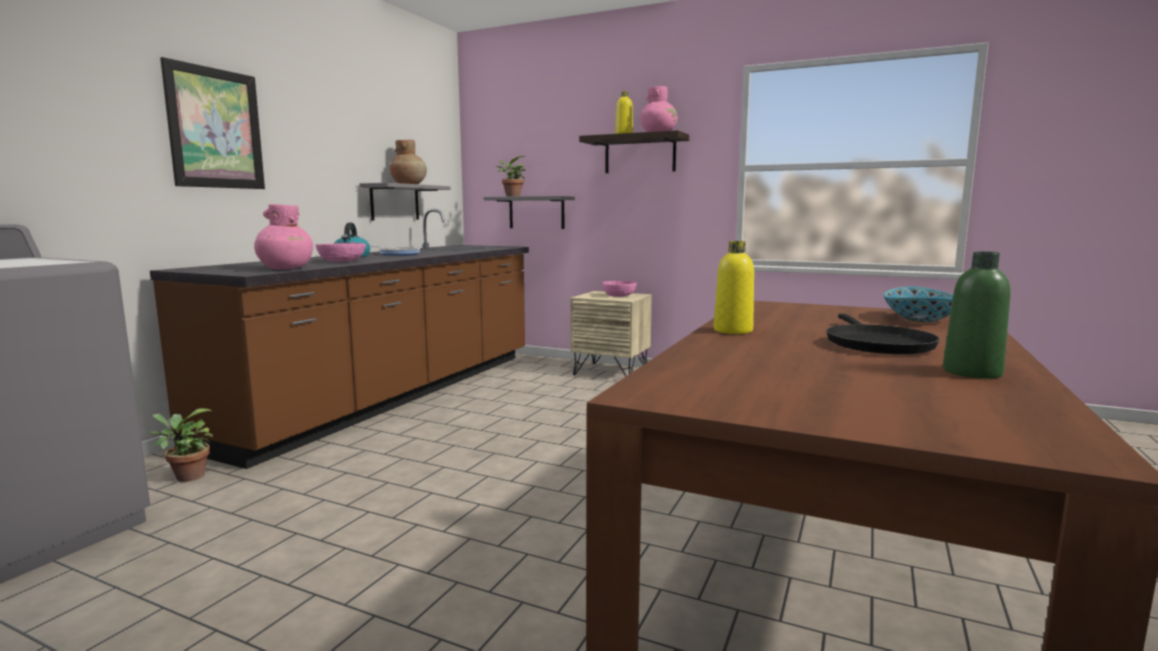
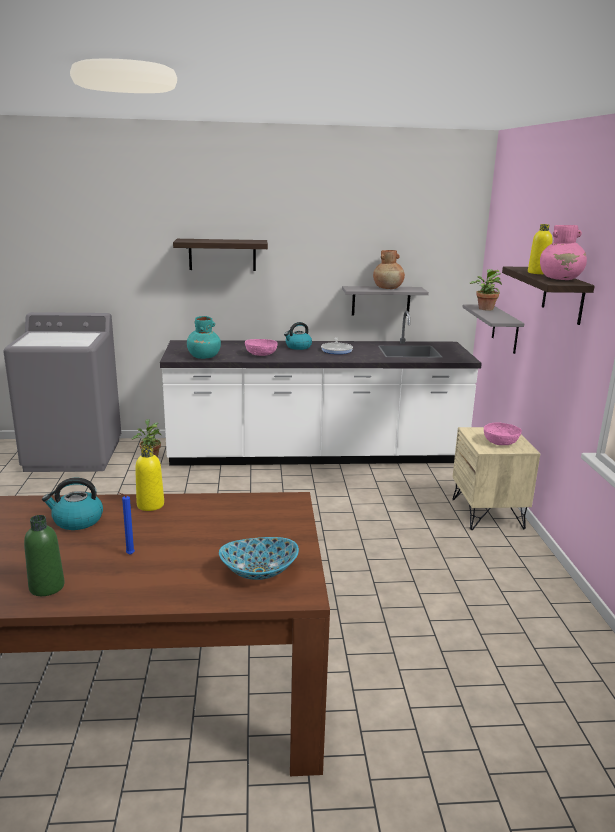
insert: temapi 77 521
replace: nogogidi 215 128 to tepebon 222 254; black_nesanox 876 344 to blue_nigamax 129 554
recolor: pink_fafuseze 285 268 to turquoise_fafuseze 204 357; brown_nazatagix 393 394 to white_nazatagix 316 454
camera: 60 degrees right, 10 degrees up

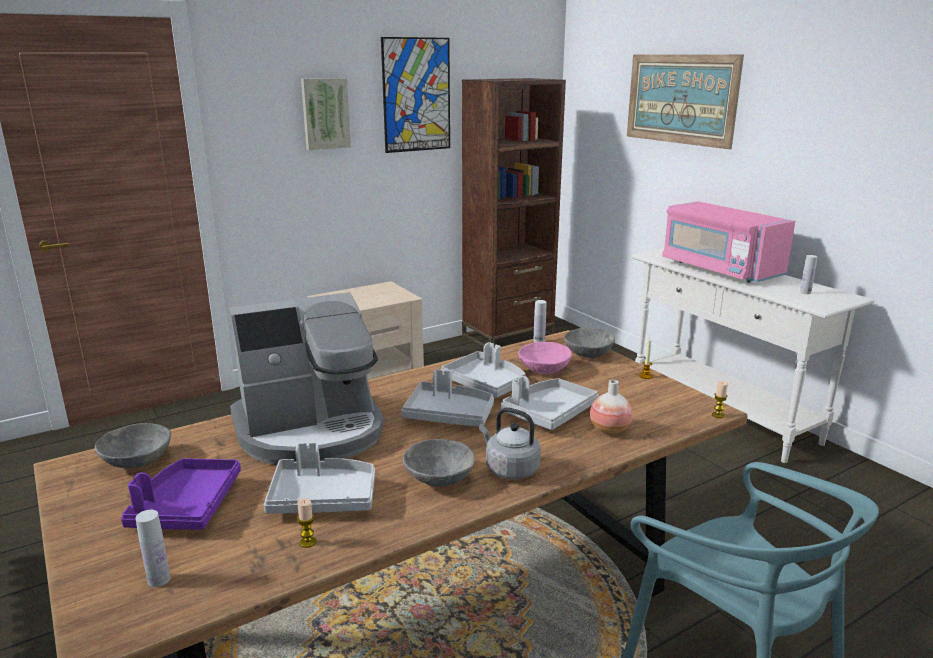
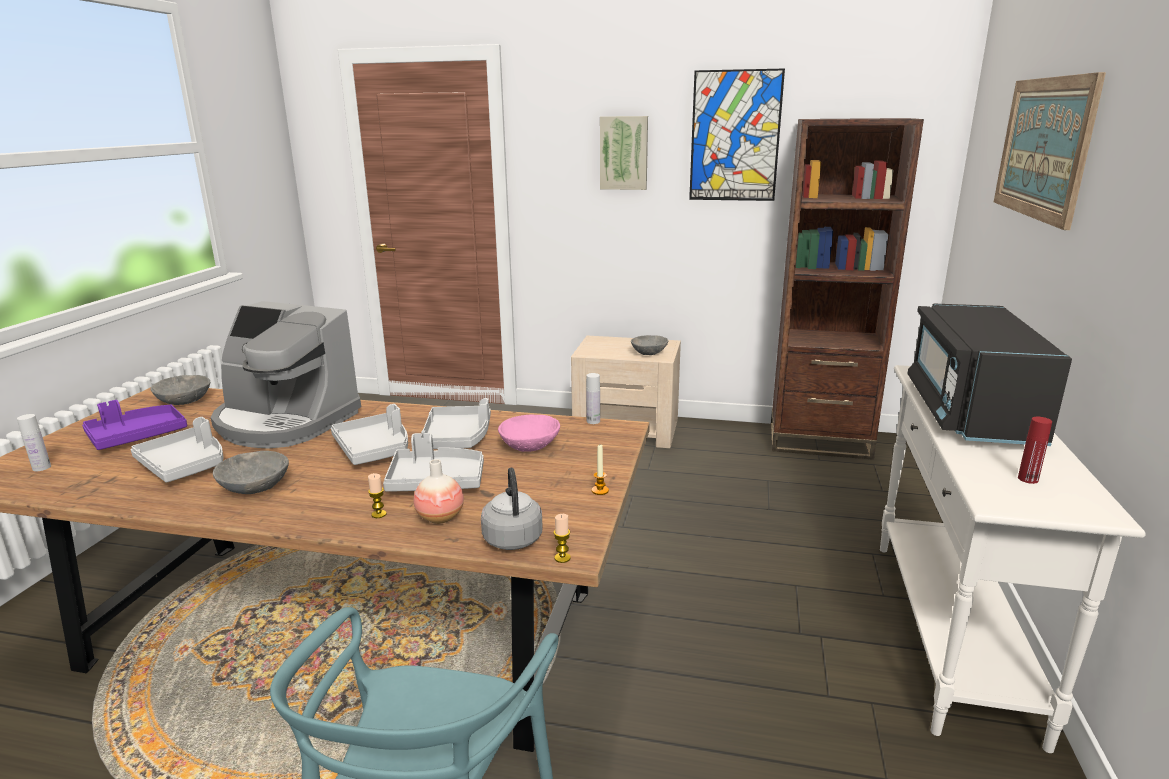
move: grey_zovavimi 588 354 to 649 353; grey_temapi 509 469 to 512 537; nigamax 308 542 to 379 514
recolor: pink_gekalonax 718 269 to black_gekalonax 970 412; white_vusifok 805 292 to red_vusifok 1028 479
camera: 45 degrees right, 0 degrees up

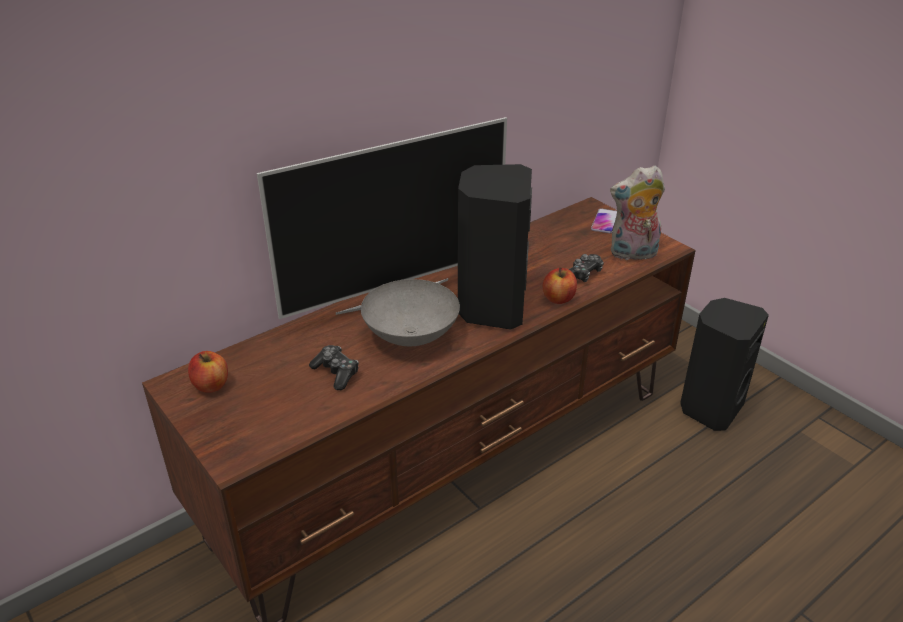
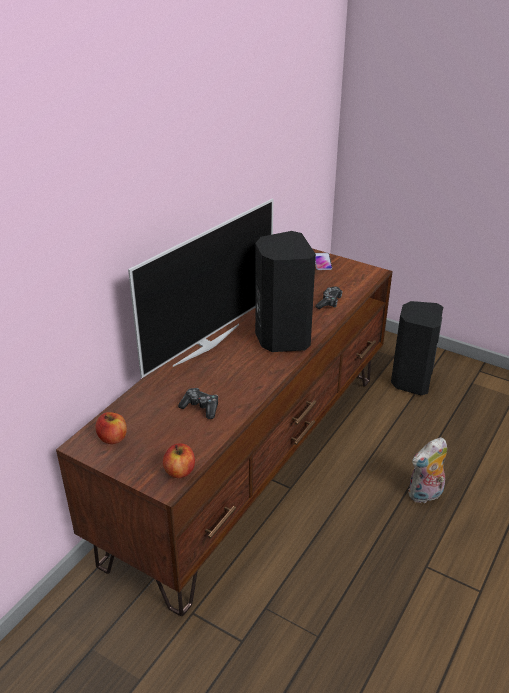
delete: grey_zovavimi 412 337
move: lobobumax 632 254 to 425 495; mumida 558 298 to 180 471
camera: 20 degrees left, 0 degrees up

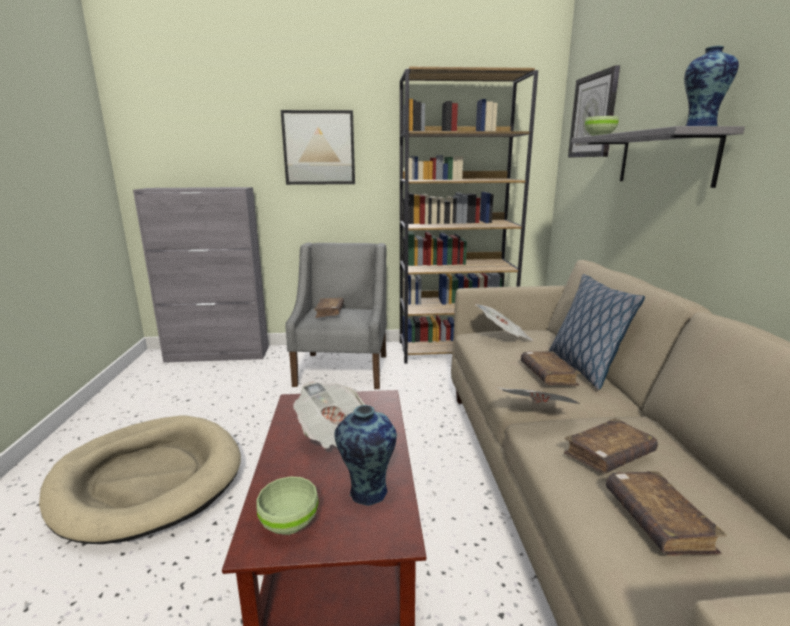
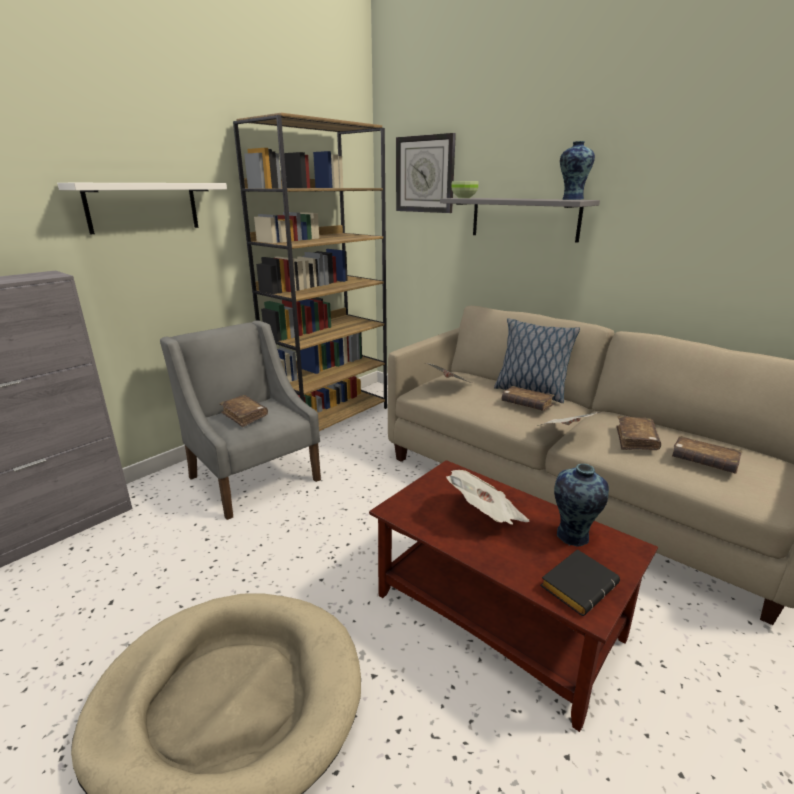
replace: nogogidi 319 148 to white_tepebon 143 207; green_zovavimi 290 523 to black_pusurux 578 585
camera: 45 degrees left, 5 degrees up

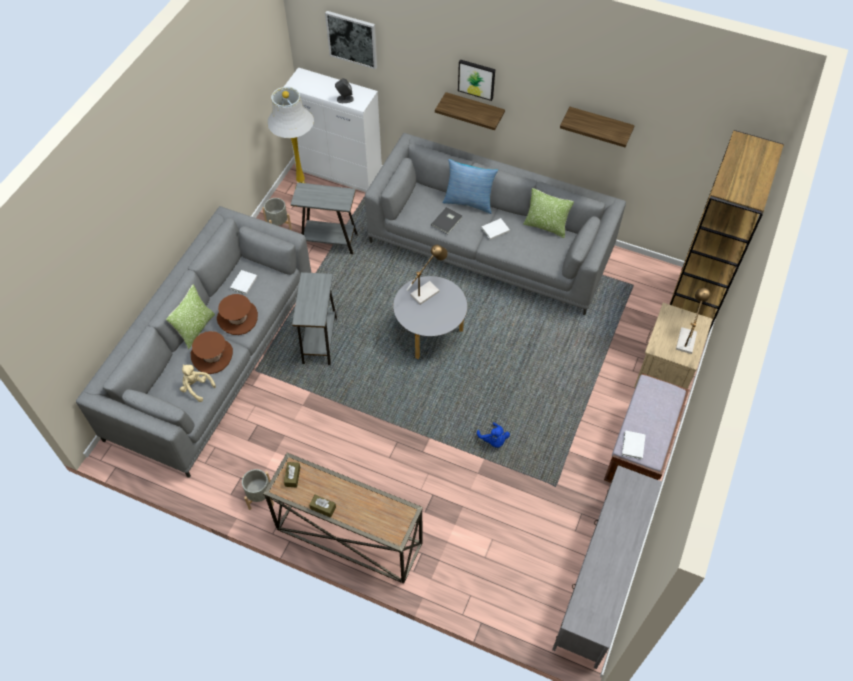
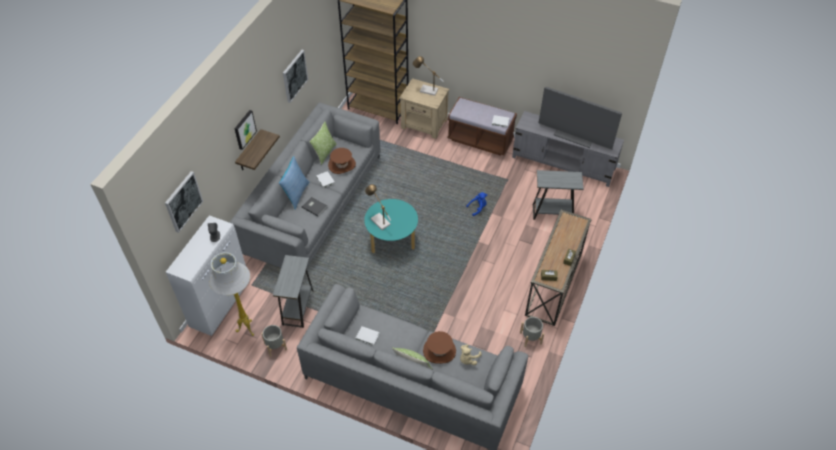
insert: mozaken 575 135
move: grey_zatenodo 320 340 to 552 213; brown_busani 238 318 to 342 165
replace: tepebon 599 125 to nogogidi 294 76
recolor: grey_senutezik 430 333 to turquoise_senutezik 392 241
camera: 90 degrees left, 5 degrees down

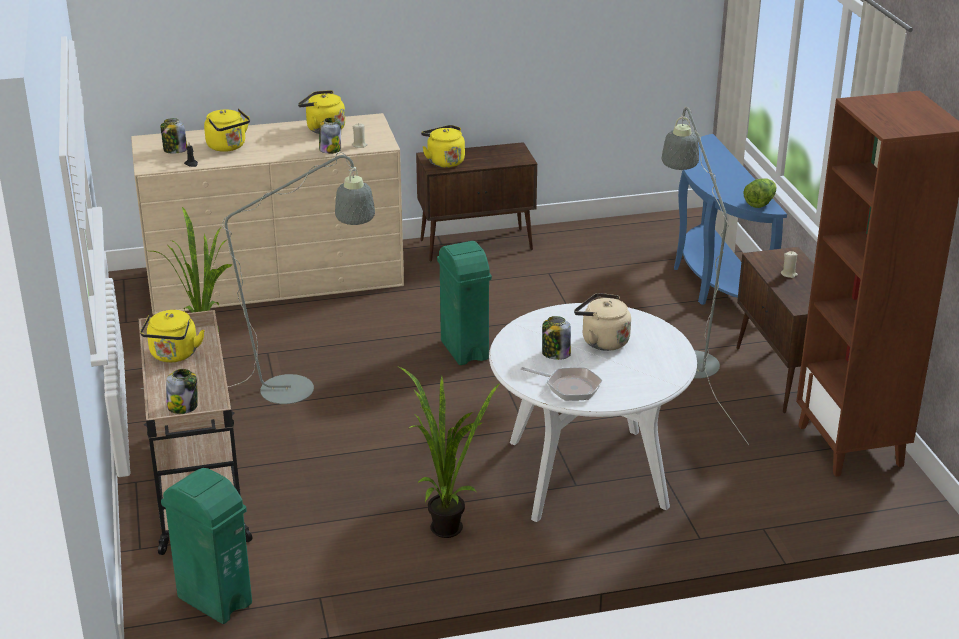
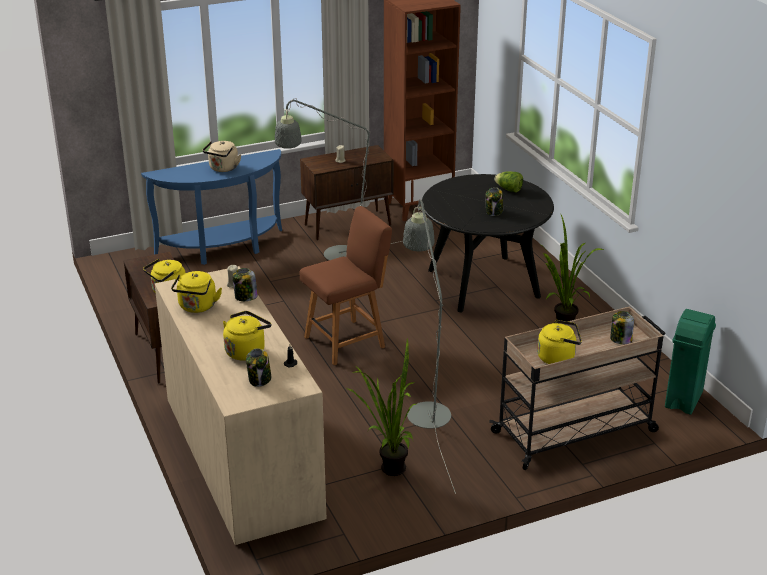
delete: nesanox 569 387
move: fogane 760 203 to 508 190; beige_temapi 602 341 to 223 169
replace: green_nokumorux 464 350 to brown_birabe 347 341
recolor: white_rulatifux 587 473 to black_rulatifux 483 283
camera: 100 degrees left, 0 degrees up

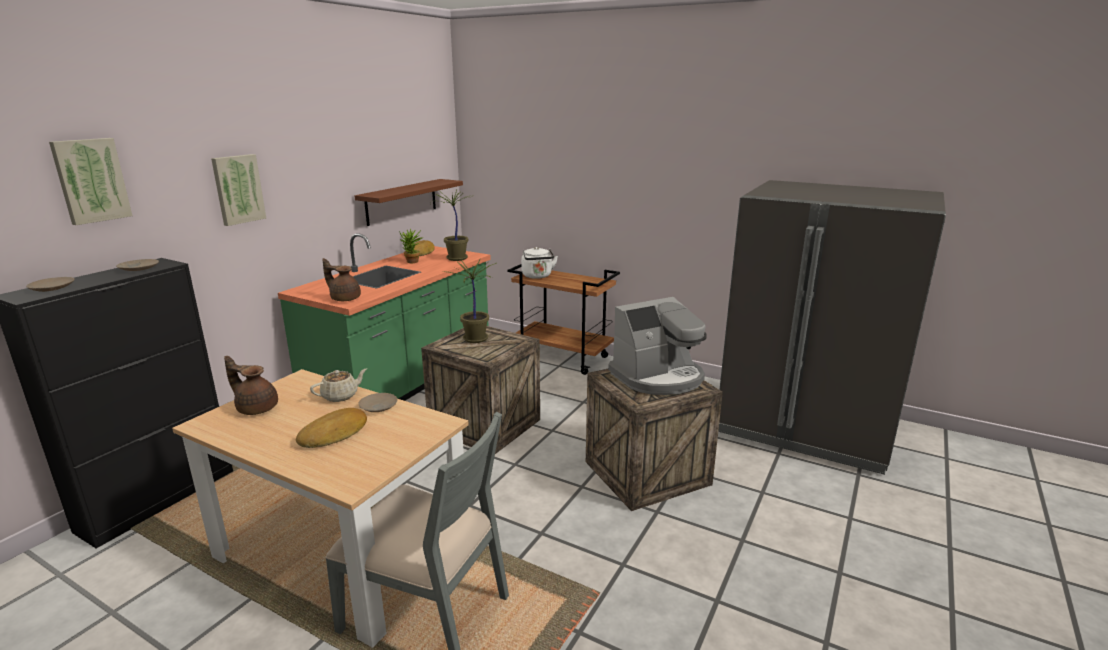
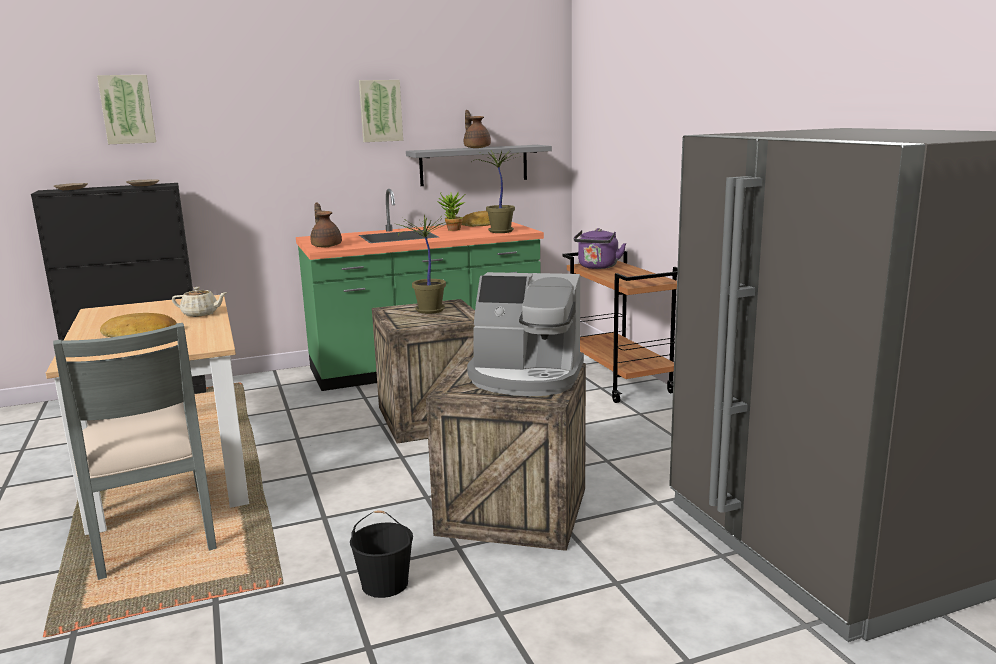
delete: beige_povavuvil 378 407
insert: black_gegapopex 386 583
move: nogogidi 238 189 to 380 111; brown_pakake 256 408 to 476 148
recolor: brown_tepebon 401 201 to grey_tepebon 474 165; white_temapi 537 276 to purple_temapi 597 267
camera: 40 degrees right, 5 degrees down

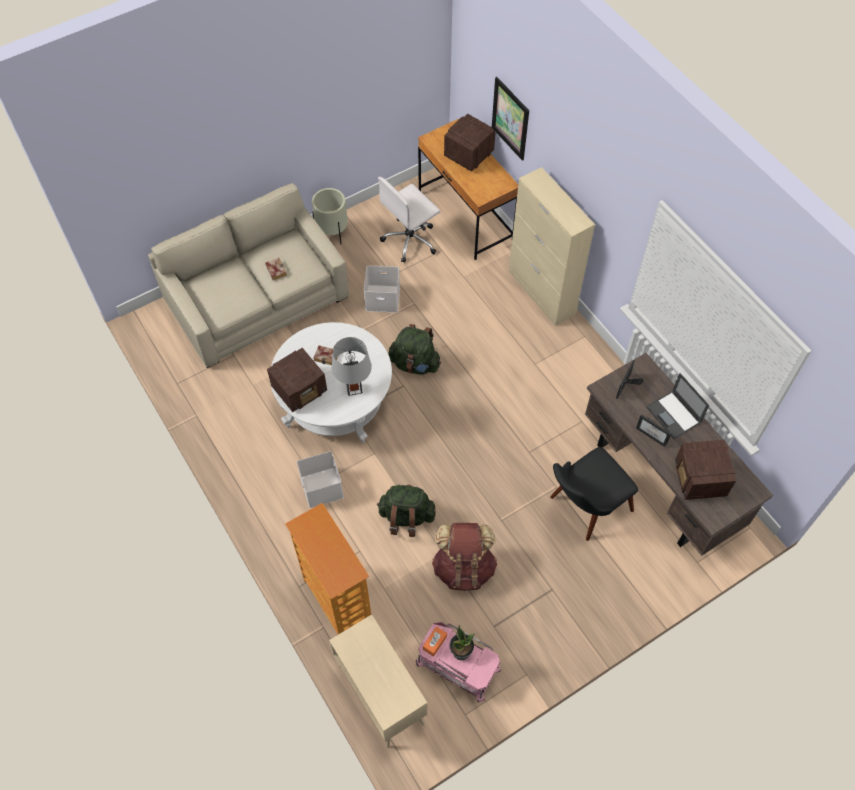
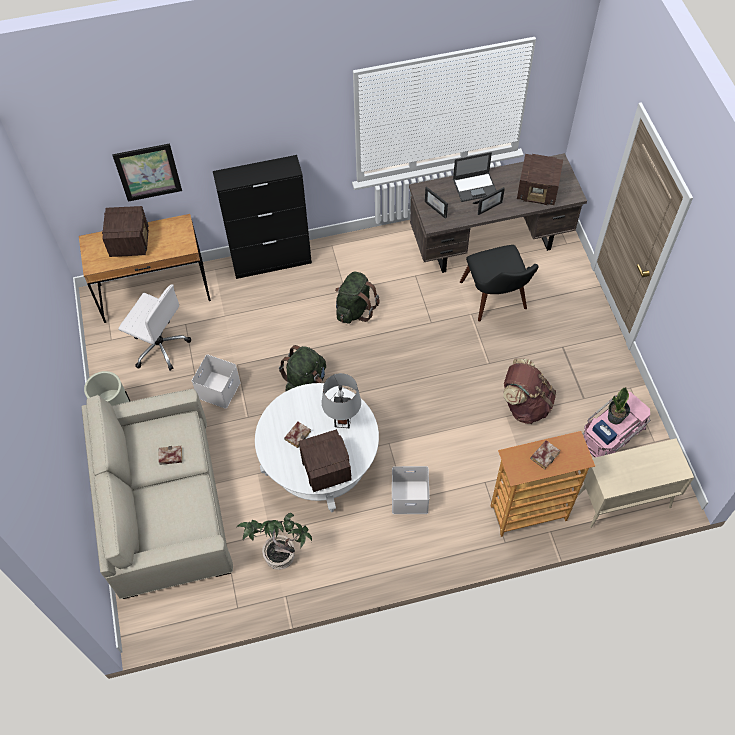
insert: pusurux 544 454; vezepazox 280 554
move: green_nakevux 406 517 to 354 309
recolor: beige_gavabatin 541 293 to black_gavabatin 272 261; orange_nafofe 435 643 to blue_nafofe 603 434
rotate: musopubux 468 155 = 130 241 150 degrees counterclockwise; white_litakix 410 240 = 160 346 45 degrees counterclockwise
camera: 70 degrees left, 0 degrees up

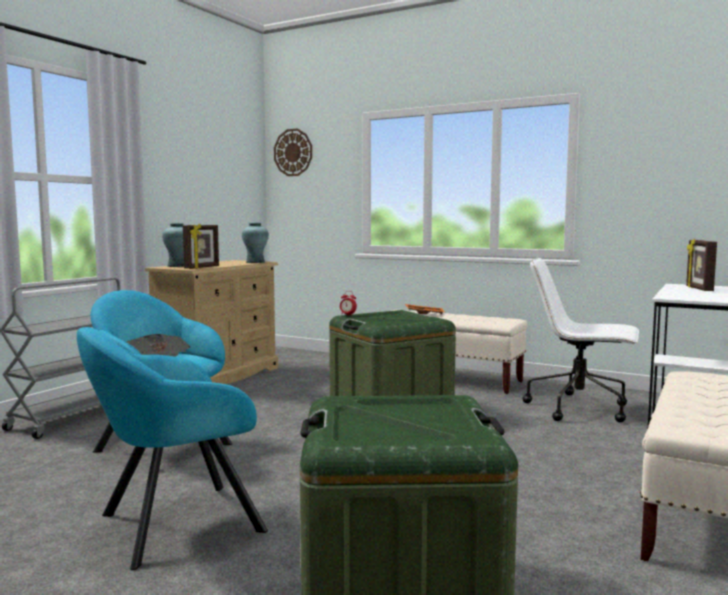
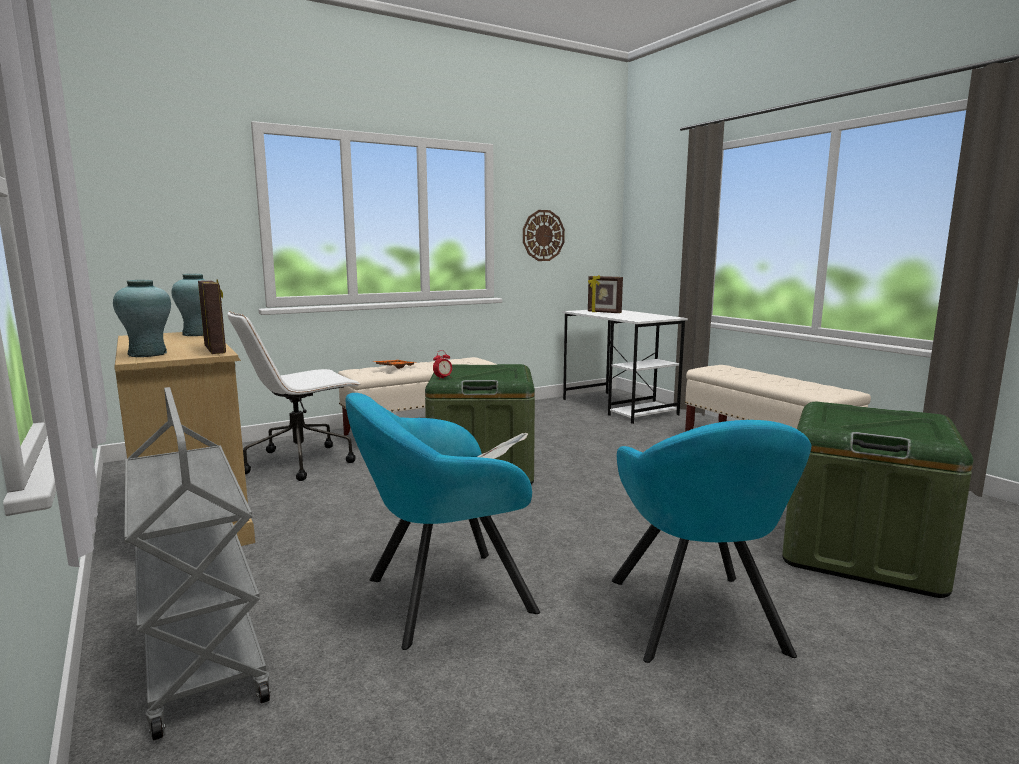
move: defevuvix 293 152 to 543 235; white_litakix 580 408 to 301 462
camera: 60 degrees left, 5 degrees up

